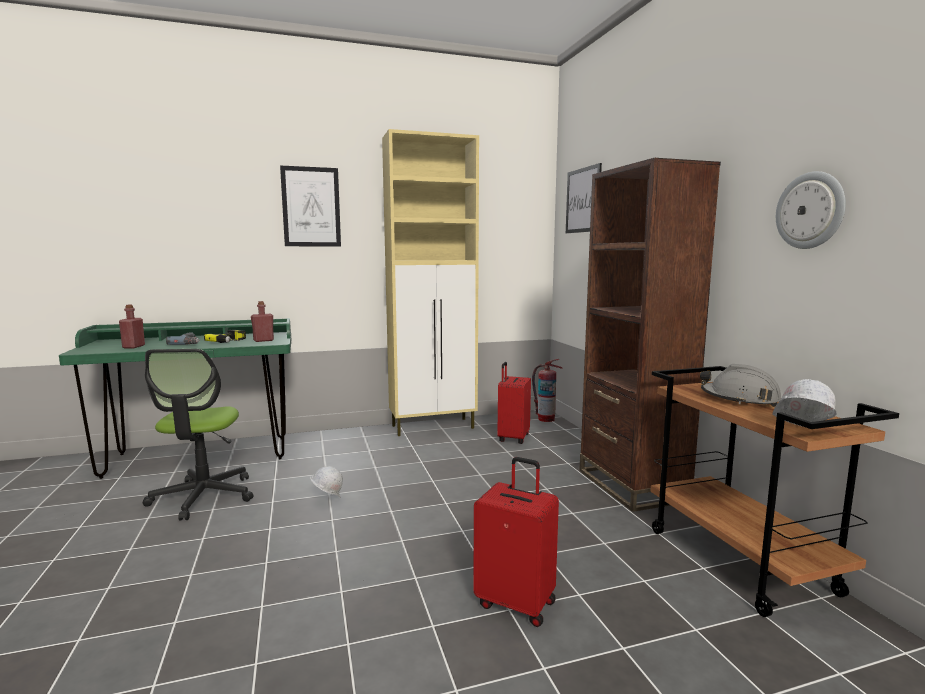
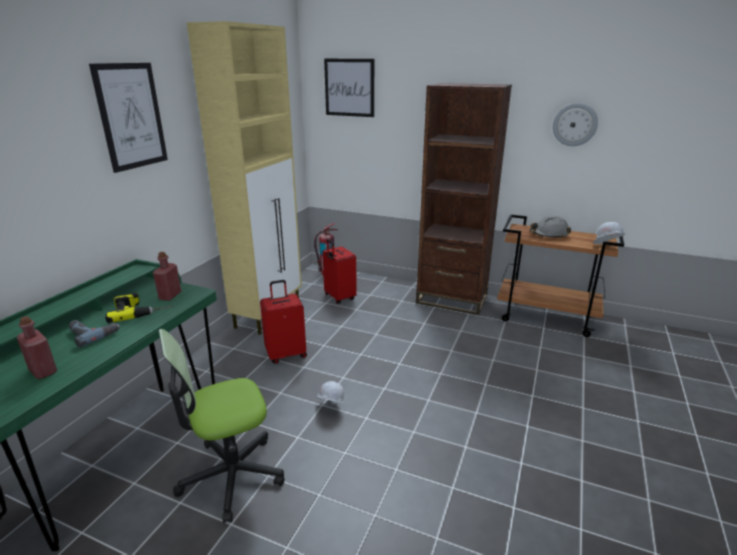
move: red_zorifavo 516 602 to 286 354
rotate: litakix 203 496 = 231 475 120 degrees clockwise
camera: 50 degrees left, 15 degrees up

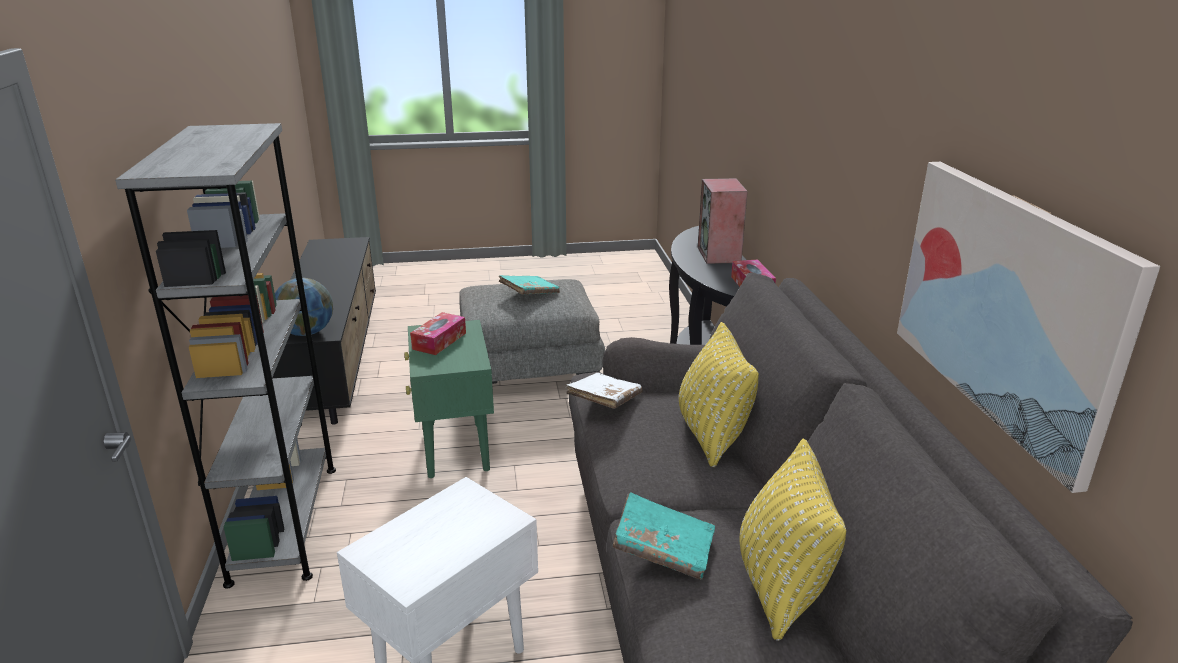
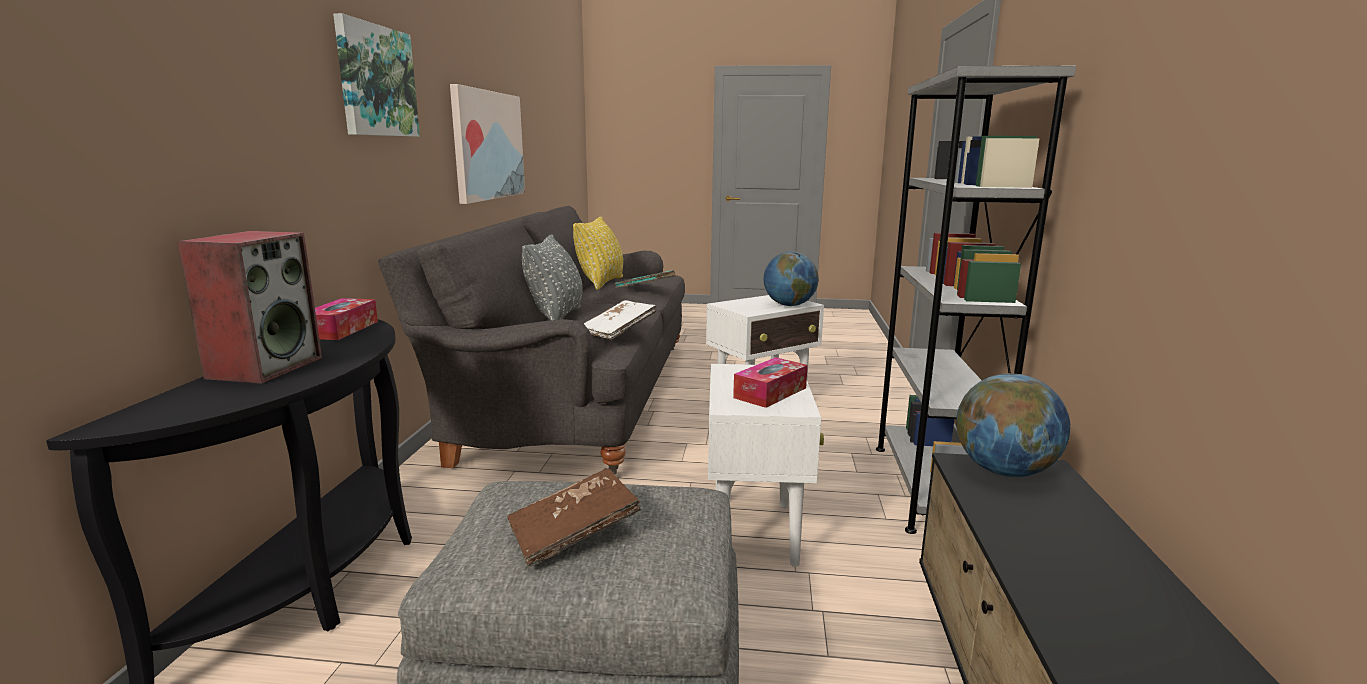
insert: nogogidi 376 81; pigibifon 789 305
recolor: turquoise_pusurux 529 293 to brown_pusurux 573 534; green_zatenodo 455 451 to white_zatenodo 754 531; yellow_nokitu 712 435 to grey_nokitu 556 317
camera: 165 degrees left, 10 degrees down

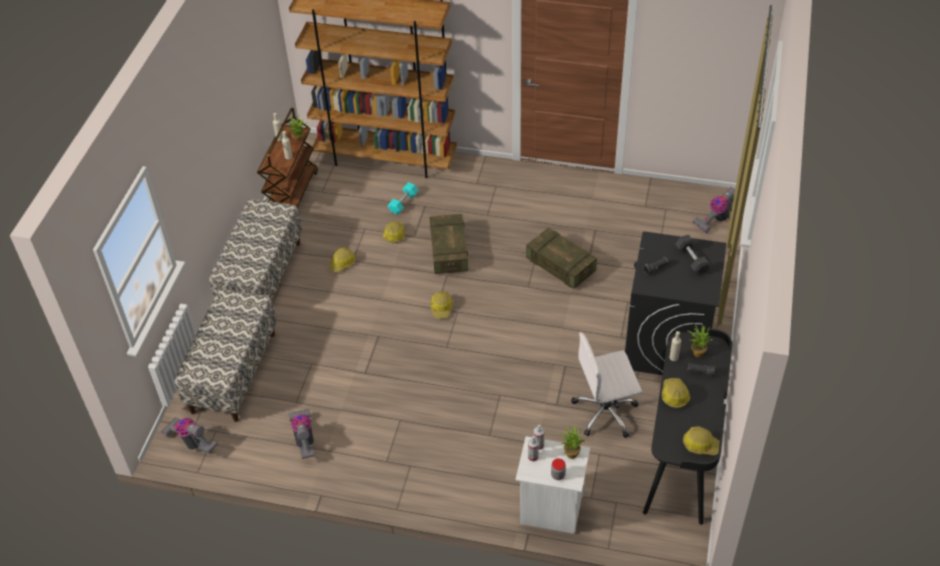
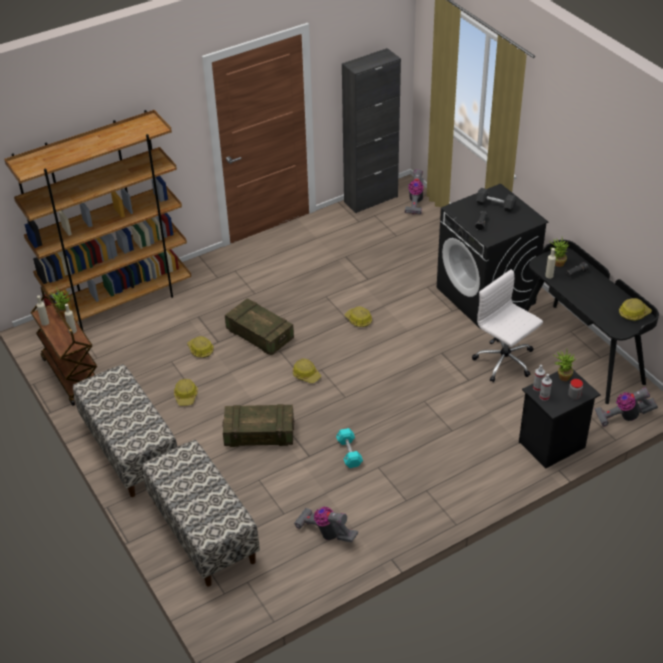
insert: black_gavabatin 371 199
move: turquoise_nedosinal 403 203 to 349 453; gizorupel 560 266 to 259 434; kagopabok 674 395 to 358 320; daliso 192 442 to 623 417
recolor: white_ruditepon 551 510 to black_ruditepon 553 445
rotate: white_litakix 606 412 = 505 362 105 degrees clockwise
camera: 45 degrees left, 5 degrees down

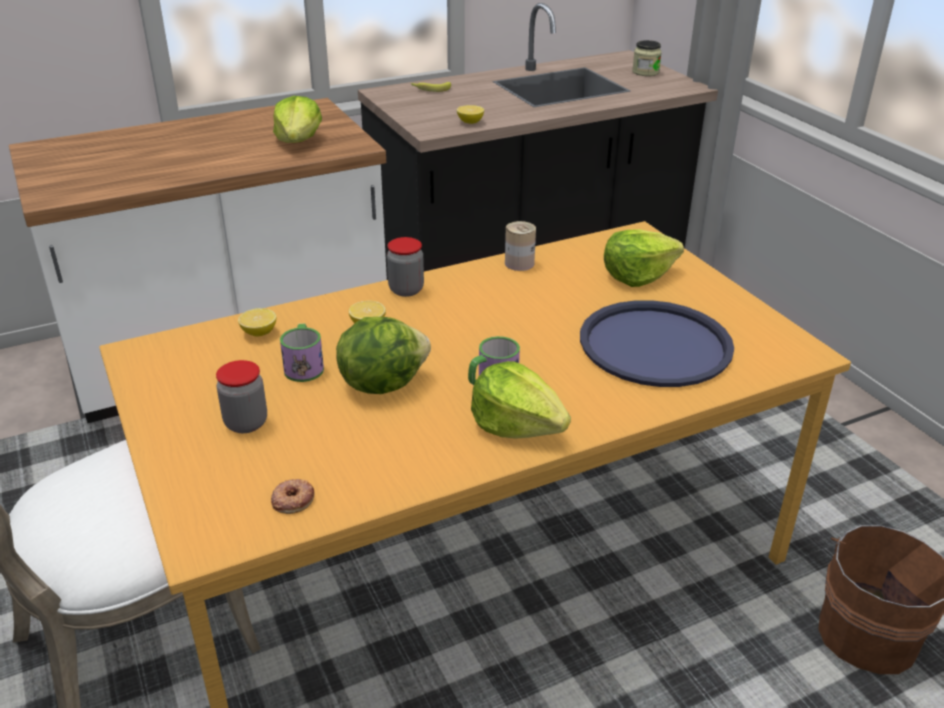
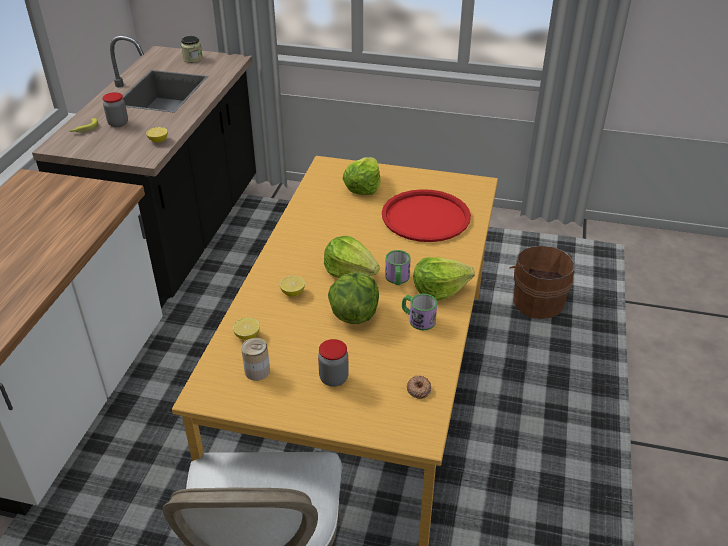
move: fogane 298 141 to 350 271; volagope 519 263 to 257 371; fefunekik 406 290 to 118 123; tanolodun 304 366 to 418 319
recolor: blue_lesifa 655 345 to red_lesifa 425 217
camera: 50 degrees left, 5 degrees up

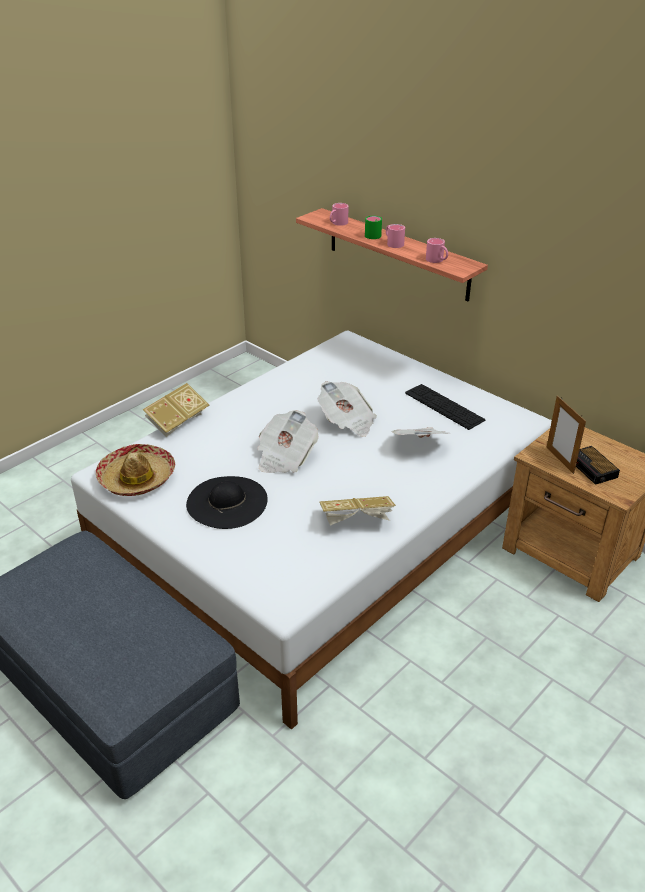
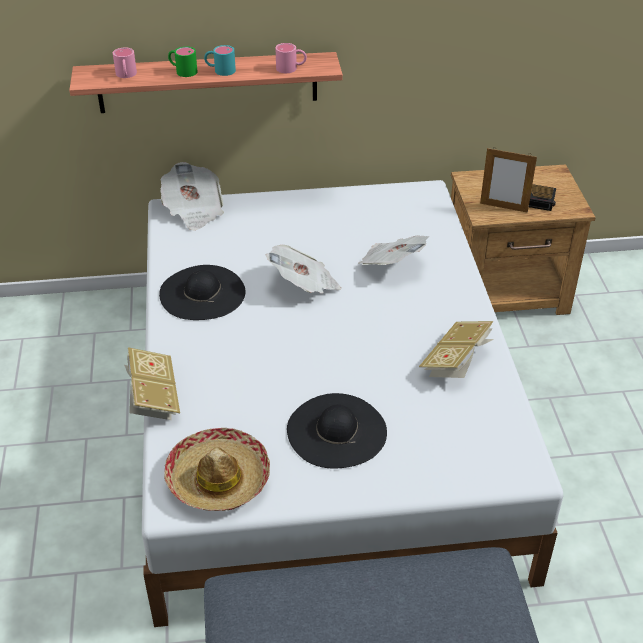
delete: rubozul 444 406
insert: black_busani 202 293
move: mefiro 285 457 to 193 211
recolor: pink_tanolodun 393 243 to turquoise_tanolodun 220 70
camera: 50 degrees left, 5 degrees up

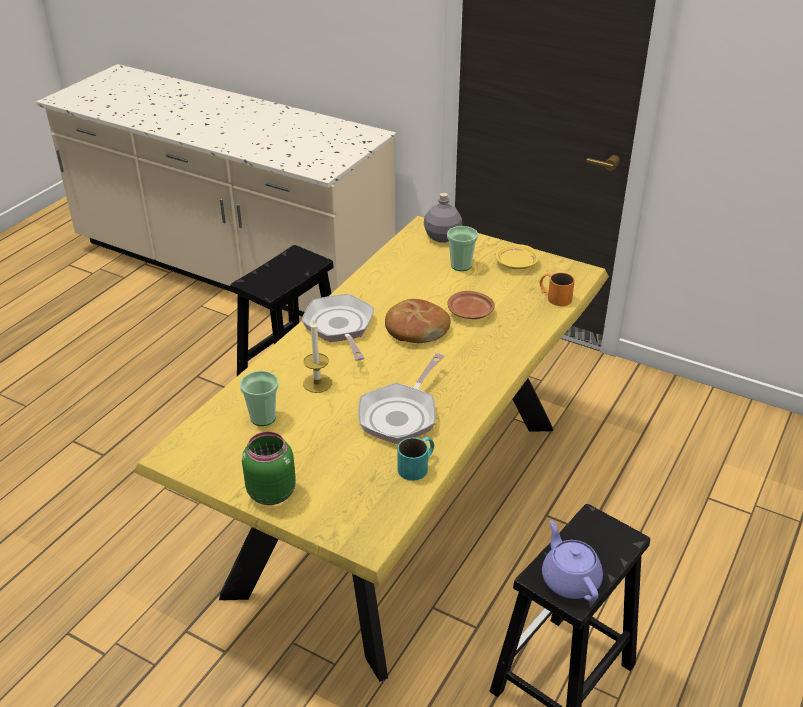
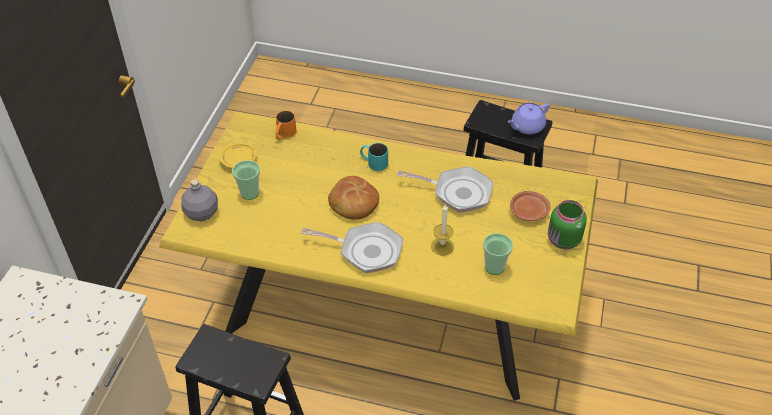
move: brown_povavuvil 470 313 to 529 211; turquoise_tanolodun 417 465 to 373 162
rotate: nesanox 340 328 = 366 250 135 degrees counterclockwise
camera: 105 degrees left, 10 degrees up

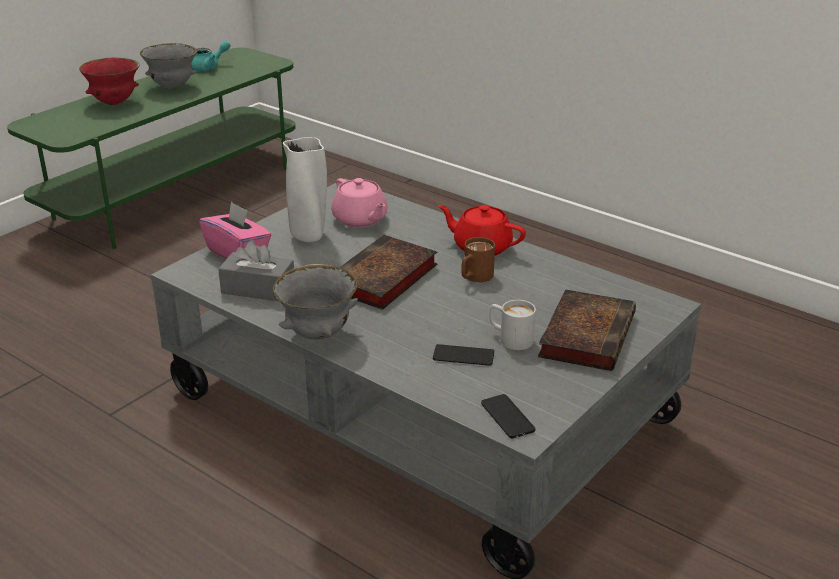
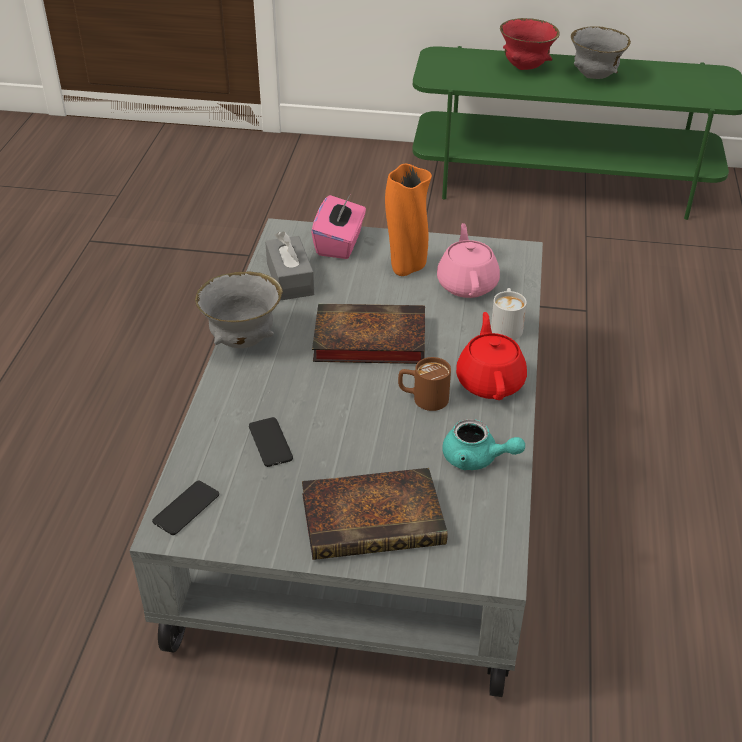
move: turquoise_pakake 208 67 to 476 459; white_tanolodun 510 338 to 506 326
recolor: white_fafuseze 309 236 to orange_fafuseze 406 268
rotate: pink_pakake 360 220 = 467 284 150 degrees clockwise
camera: 60 degrees right, 10 degrees up

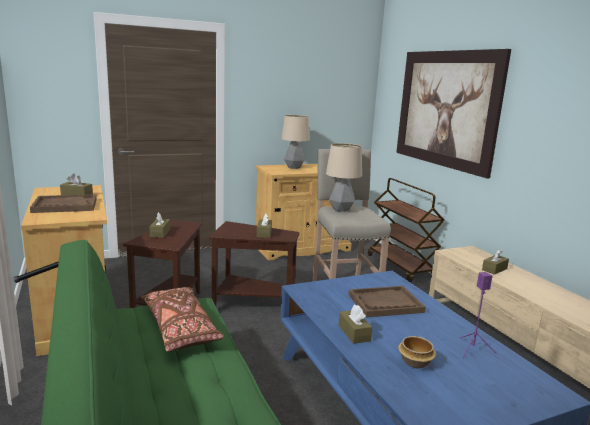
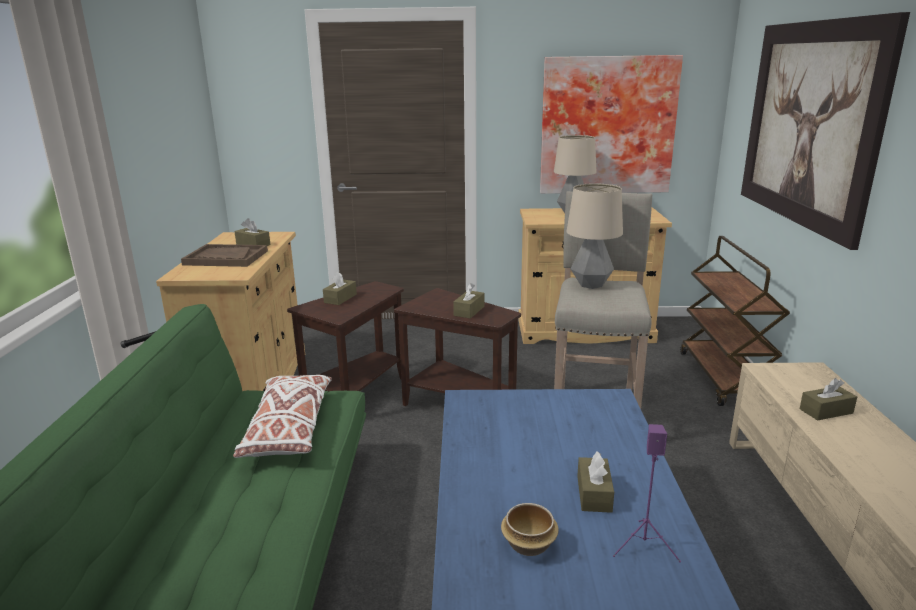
delete: brown_lesifa 385 303
insert: nogogidi 607 126
move: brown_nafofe 354 333 to 594 494
recolor: brown_nokitu 180 328 to white_nokitu 289 428
camera: 25 degrees right, 5 degrees up

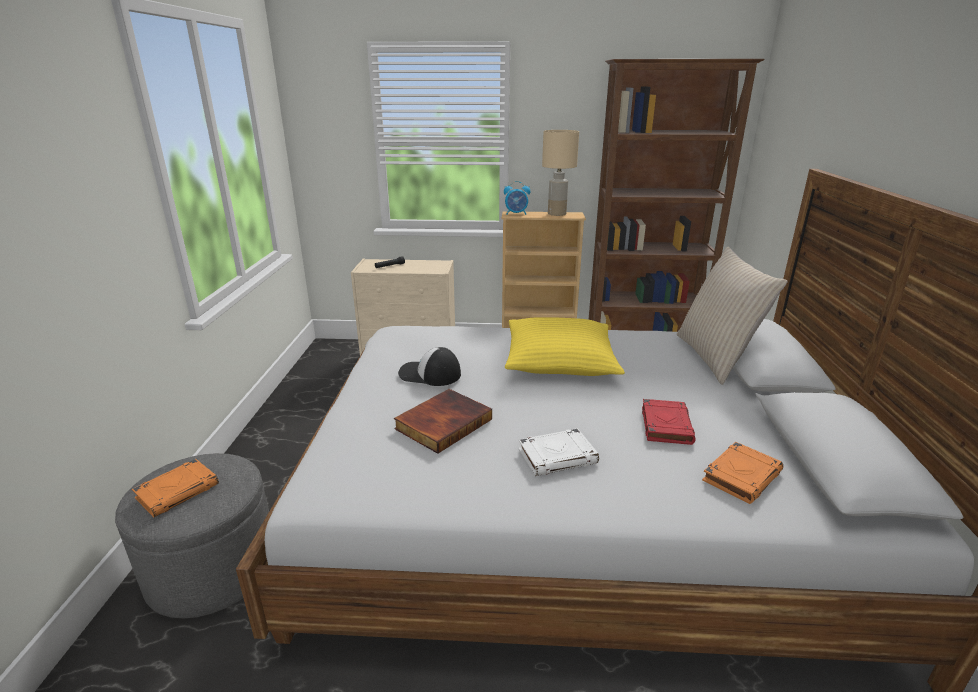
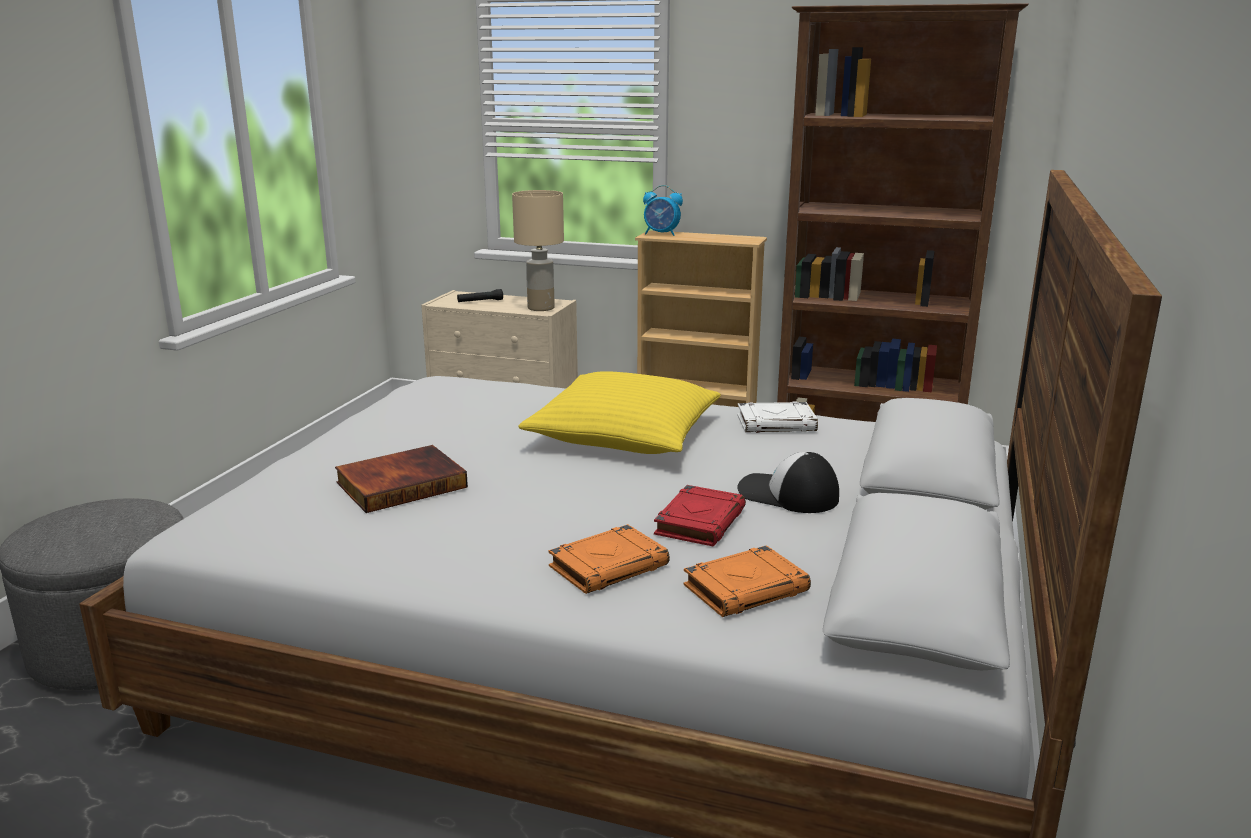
delete: beige_nokitu 715 358
move: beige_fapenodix 557 214 to 540 308; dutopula 429 374 to 787 494; white_pusurux 558 456 to 777 423; orange_pusurux 178 491 to 609 566
camera: 15 degrees right, 5 degrees down

